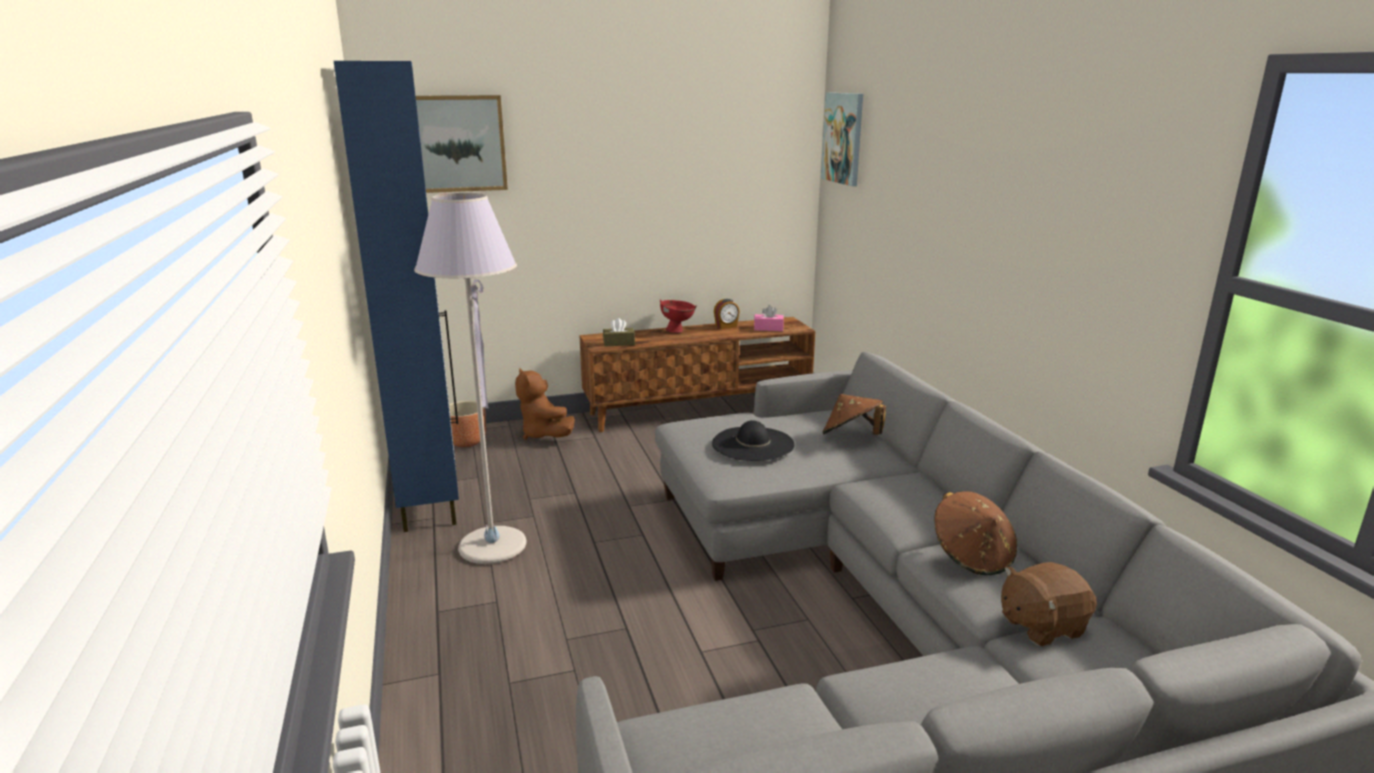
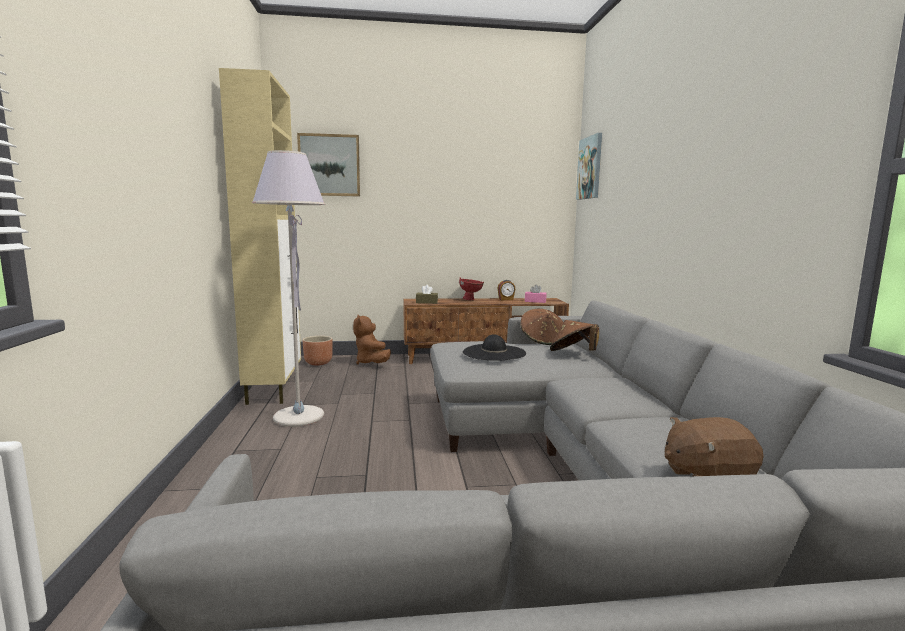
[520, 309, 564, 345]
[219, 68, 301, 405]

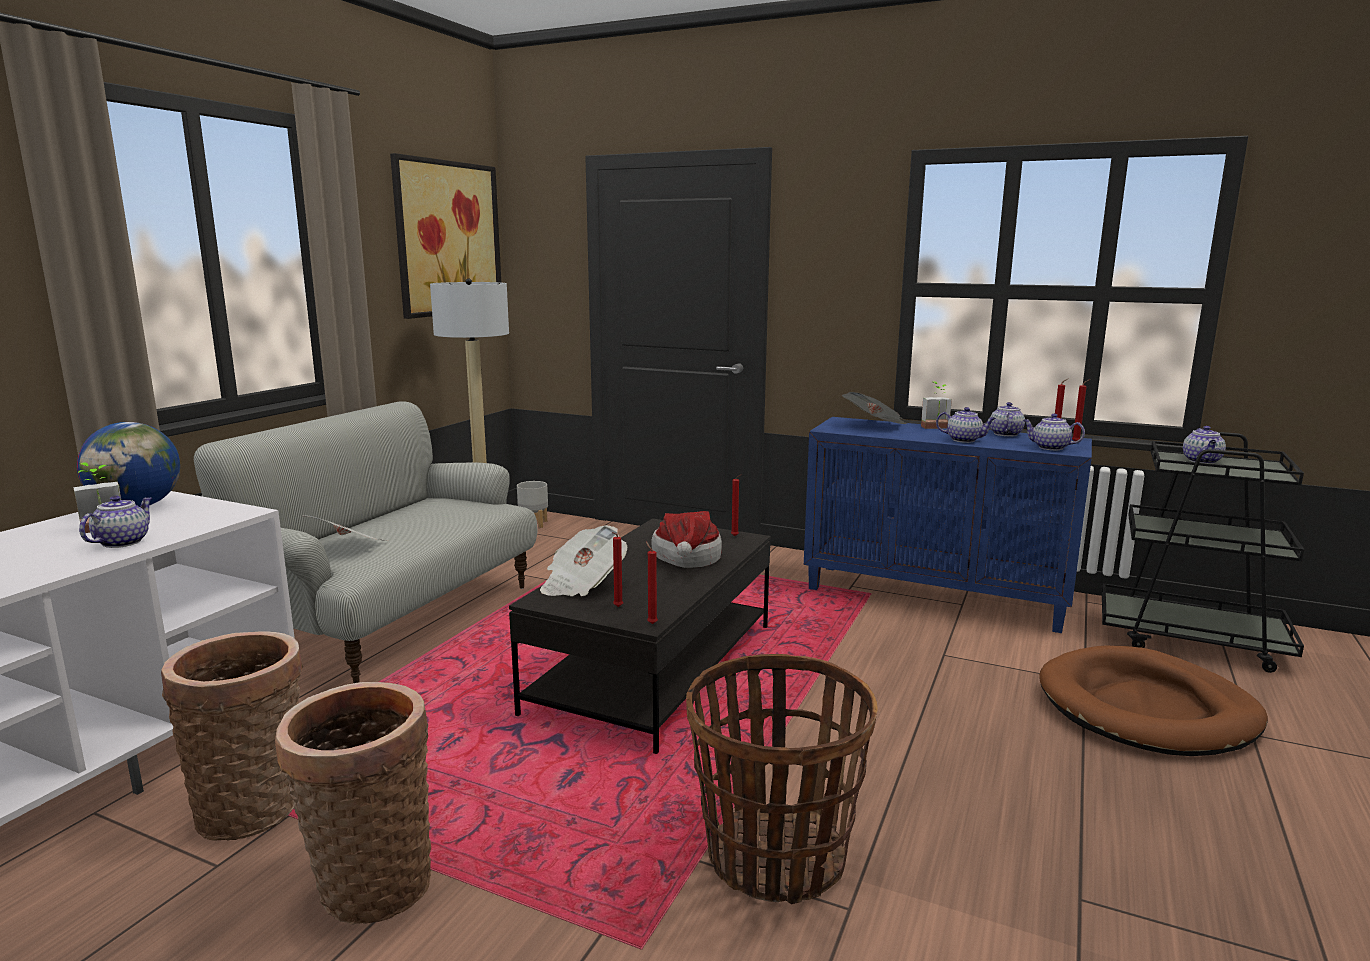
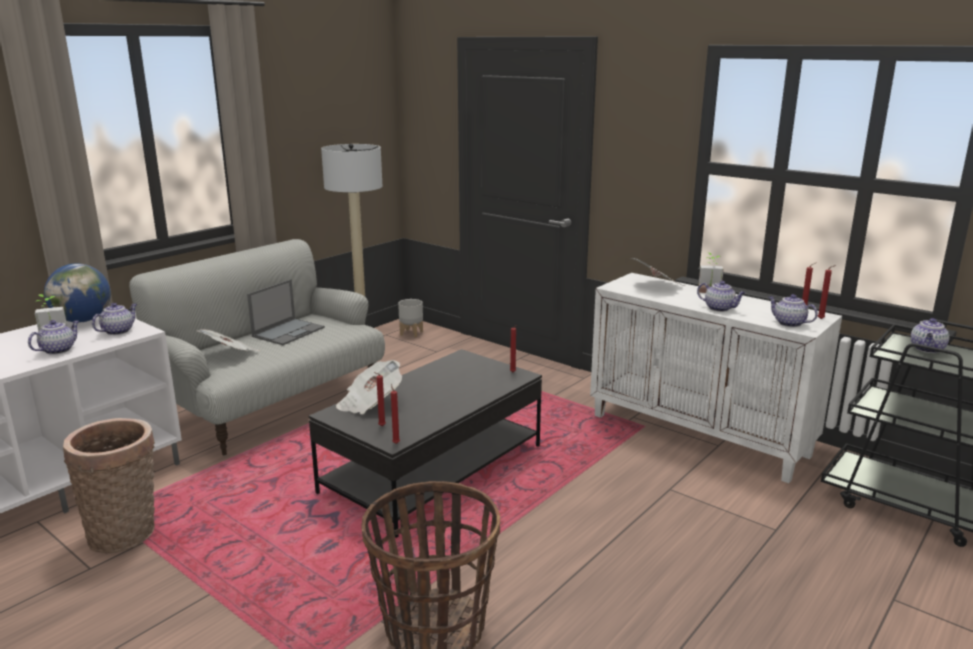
[275, 682, 431, 925] (first image)
[390, 153, 501, 319] (first image)
[652, 511, 722, 568] (first image)
[1039, 646, 1268, 756] (first image)
[247, 279, 325, 345]
[92, 303, 137, 335]
[590, 273, 842, 483]

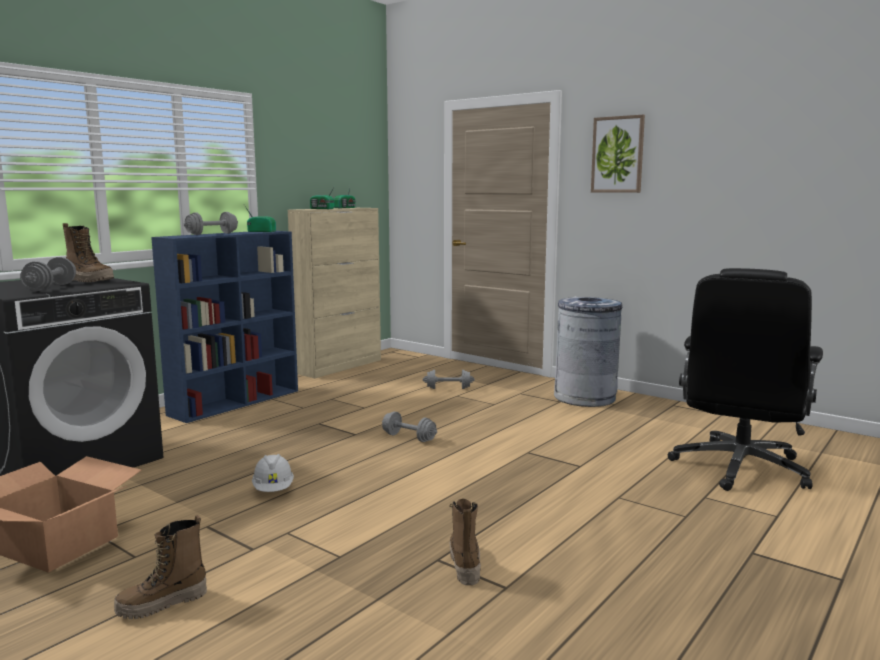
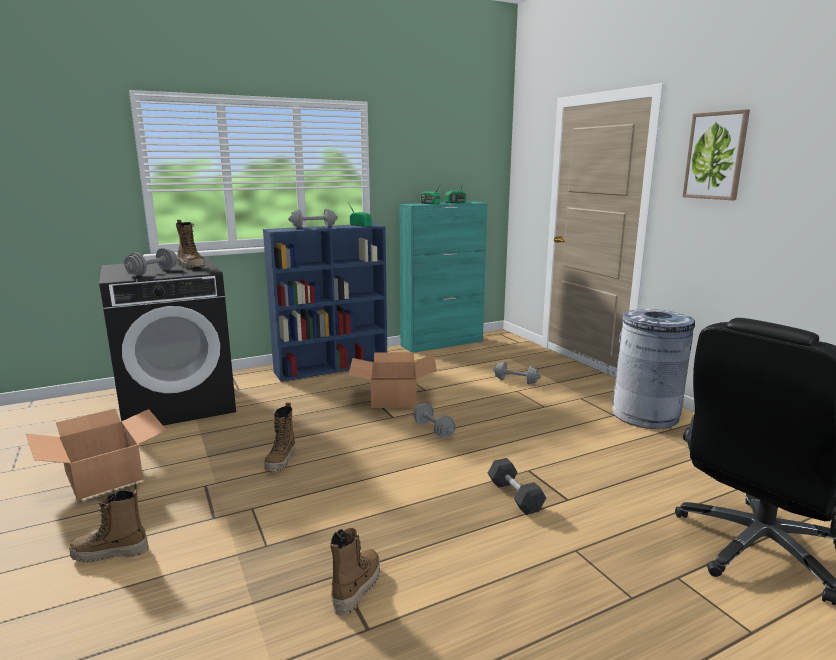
[348, 352, 437, 408]
[488, 458, 546, 515]
[264, 403, 295, 471]
[399, 202, 487, 352]

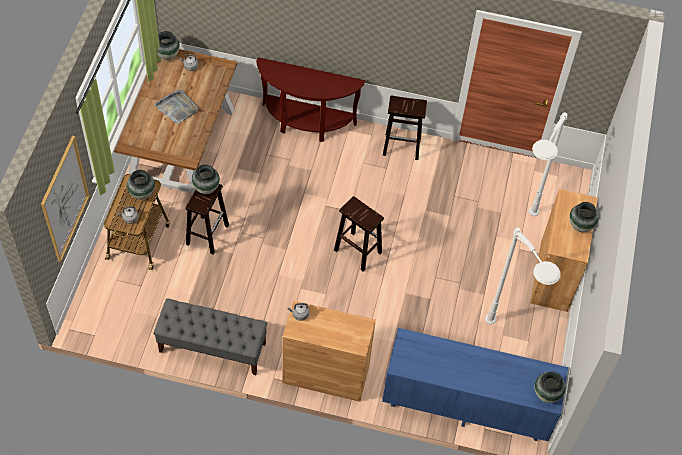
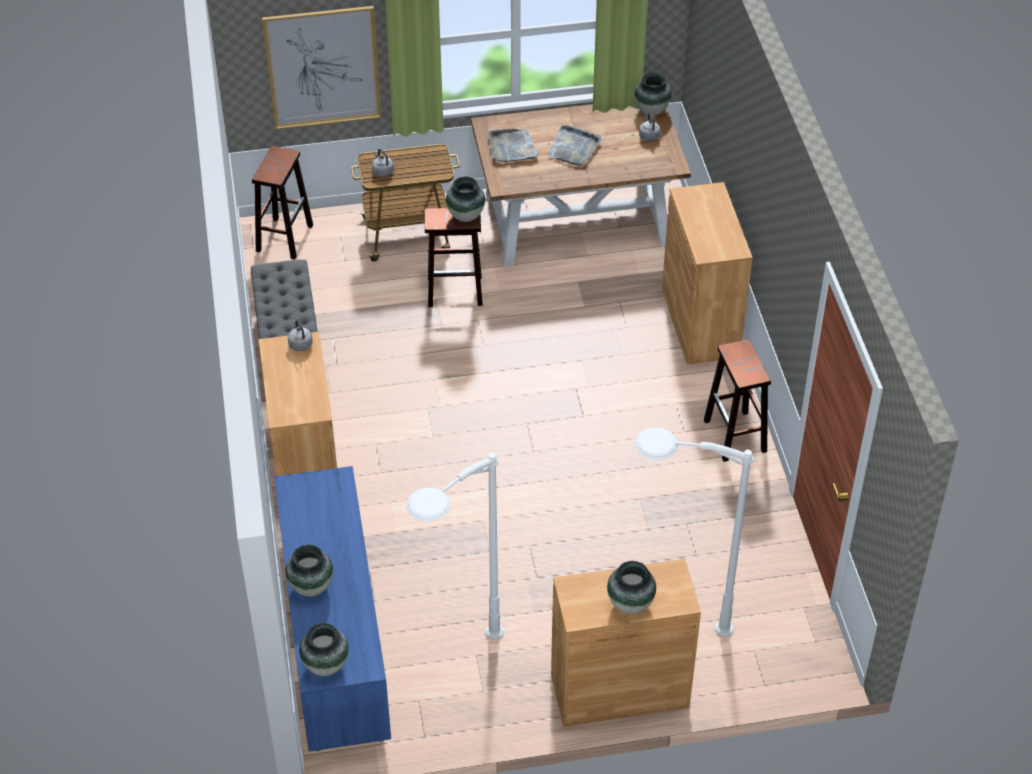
[488, 129, 539, 162]
[285, 545, 333, 596]
[252, 146, 313, 259]
[662, 182, 753, 365]

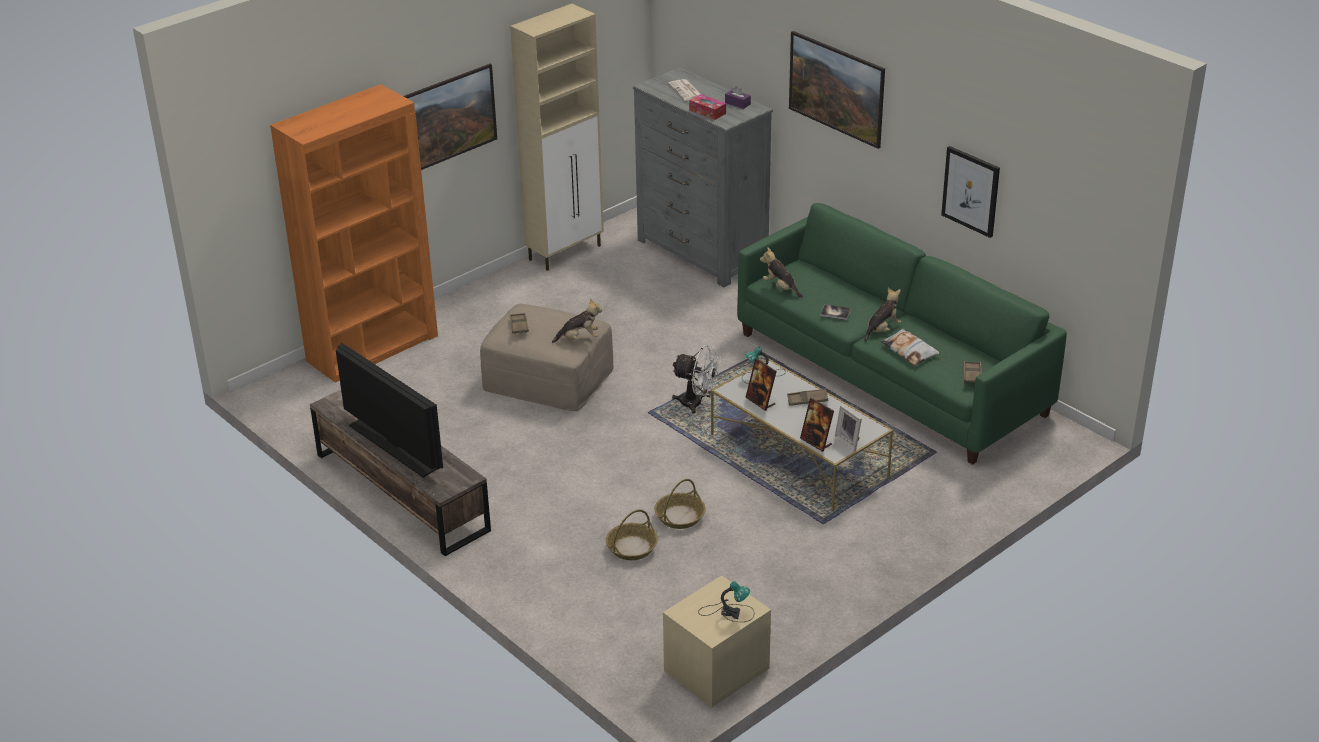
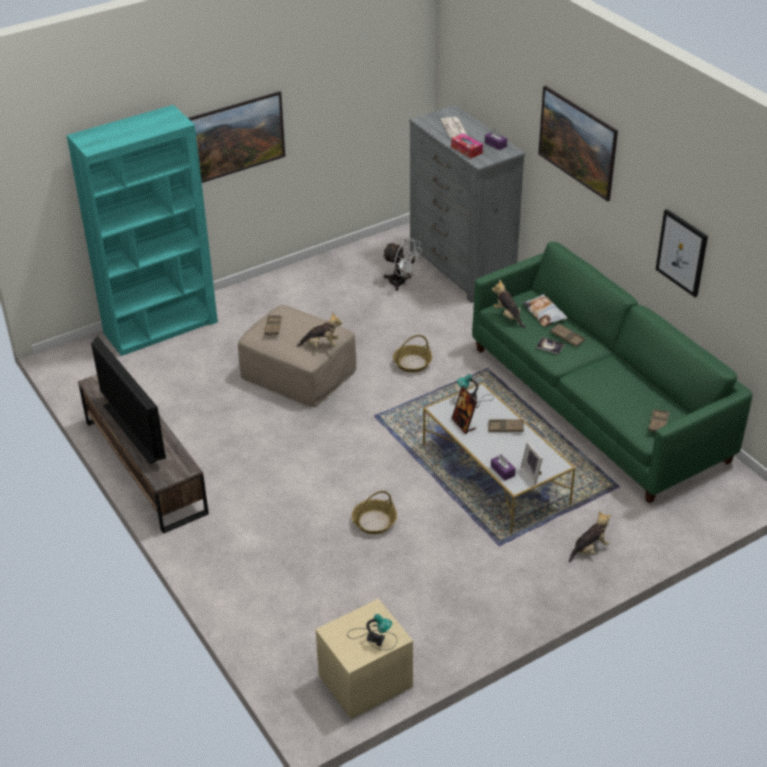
[510, 4, 604, 271] (first image)
[550, 323, 585, 347]
[393, 335, 432, 373]
[382, 238, 422, 291]
[569, 511, 611, 562]
[522, 294, 568, 327]
[491, 455, 516, 480]
[67, 105, 218, 356]

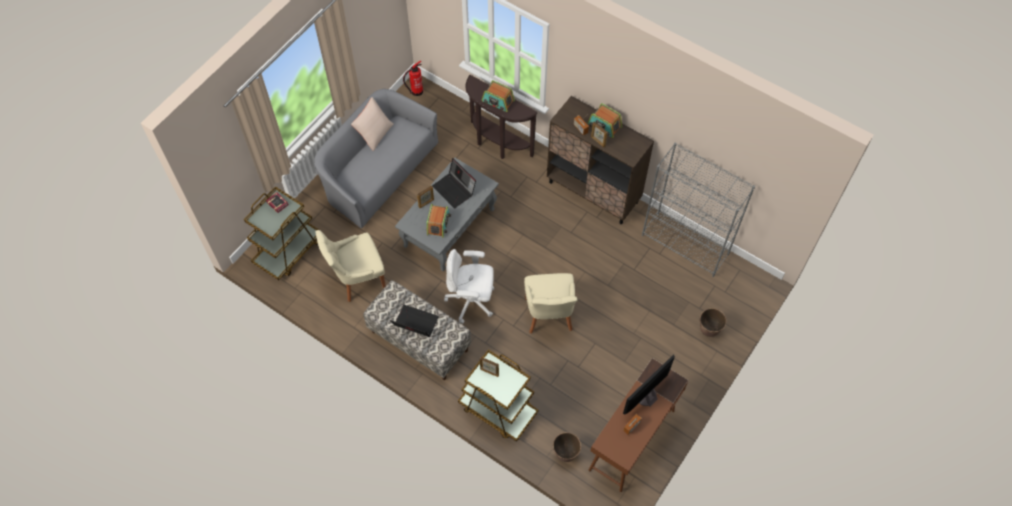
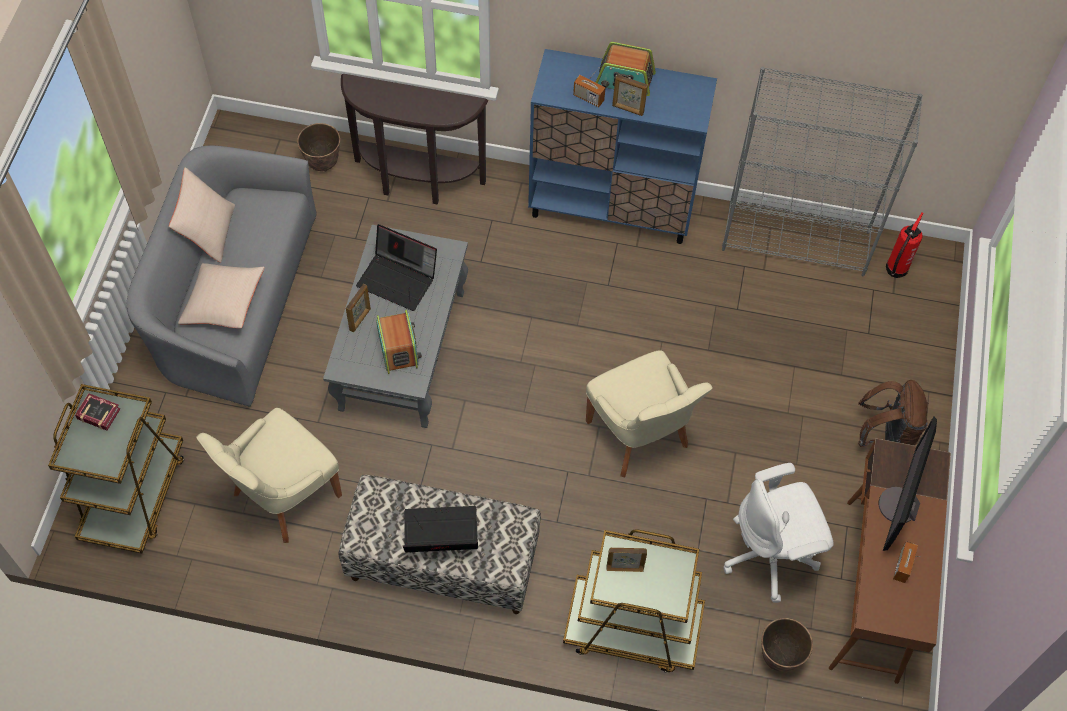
[482, 80, 515, 112] (first image)
[178, 263, 265, 328]
[858, 380, 928, 447]
[886, 212, 924, 278]
[724, 463, 834, 603]
[297, 123, 340, 172]
[528, 49, 717, 244]

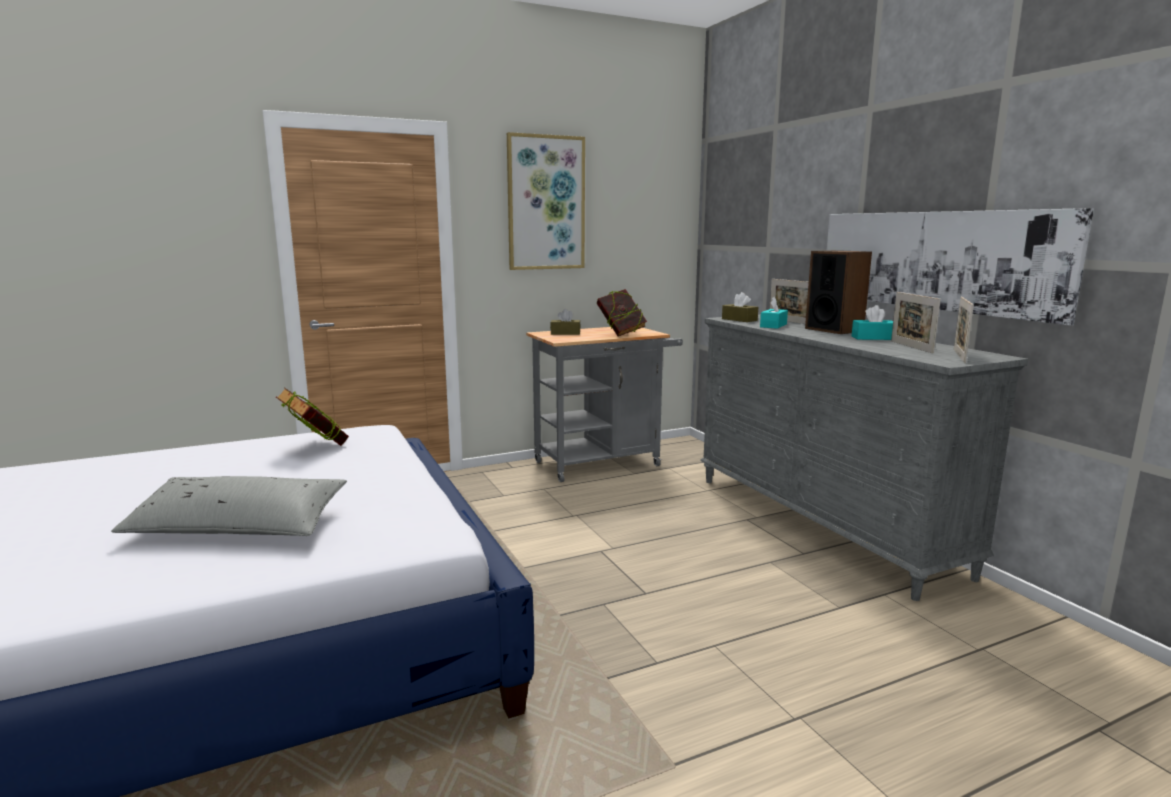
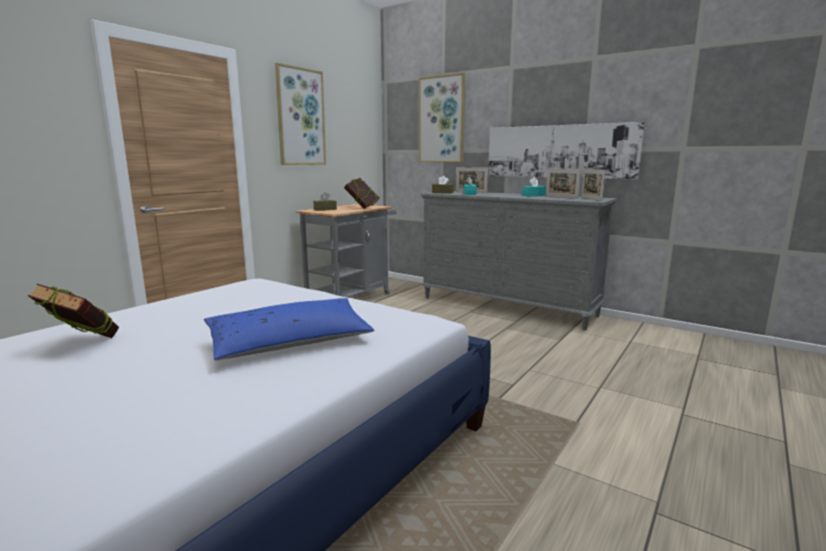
[805, 250, 872, 334] (first image)
[419, 72, 465, 162]
[27, 284, 119, 338]
[204, 298, 374, 360]

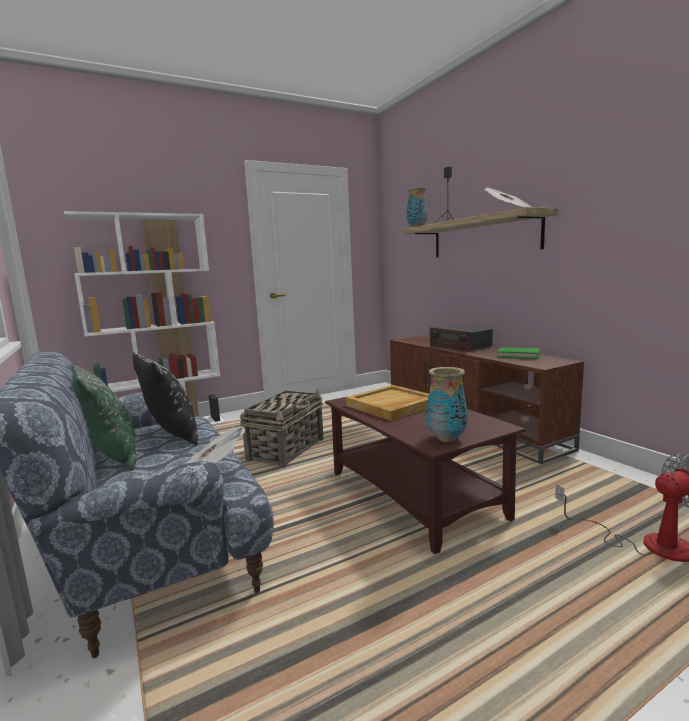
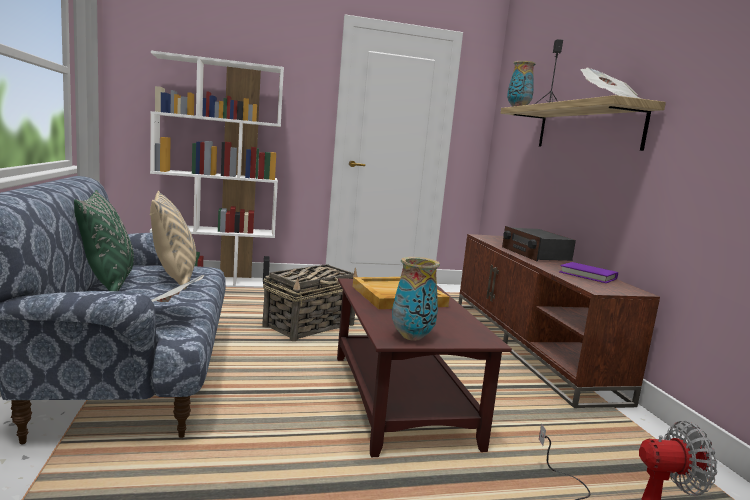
[150, 191, 196, 290]
[559, 262, 618, 283]

